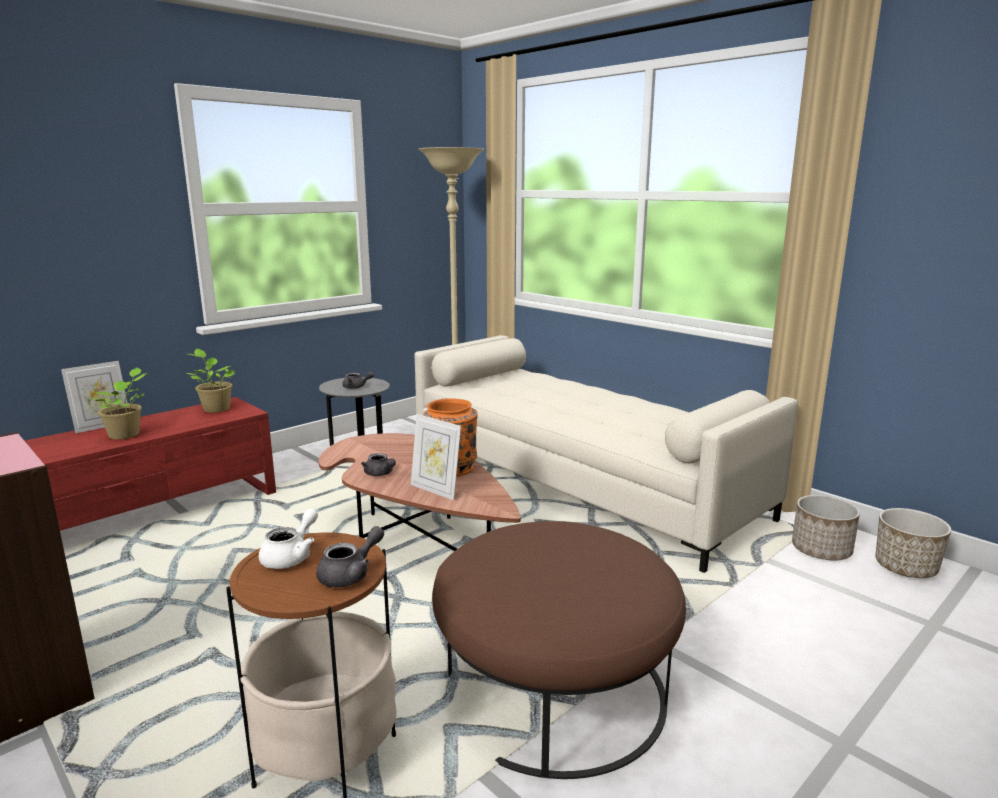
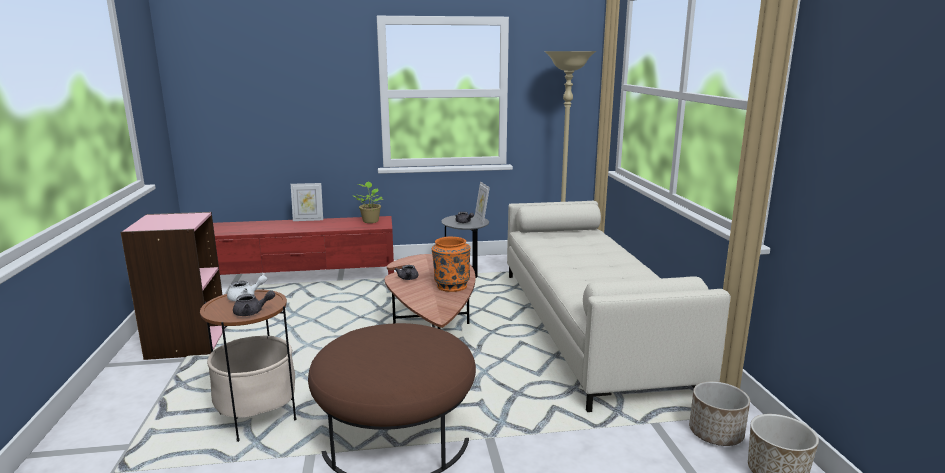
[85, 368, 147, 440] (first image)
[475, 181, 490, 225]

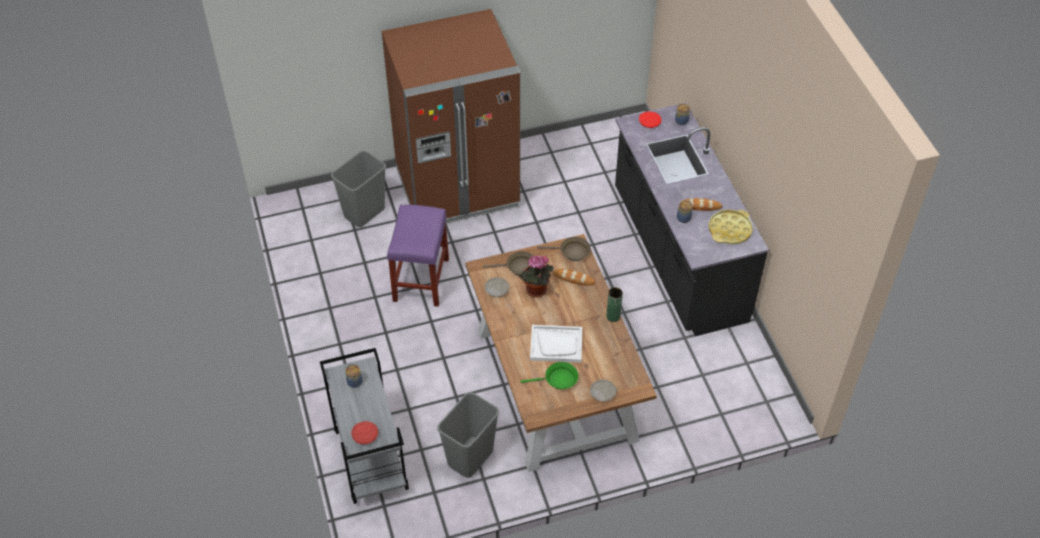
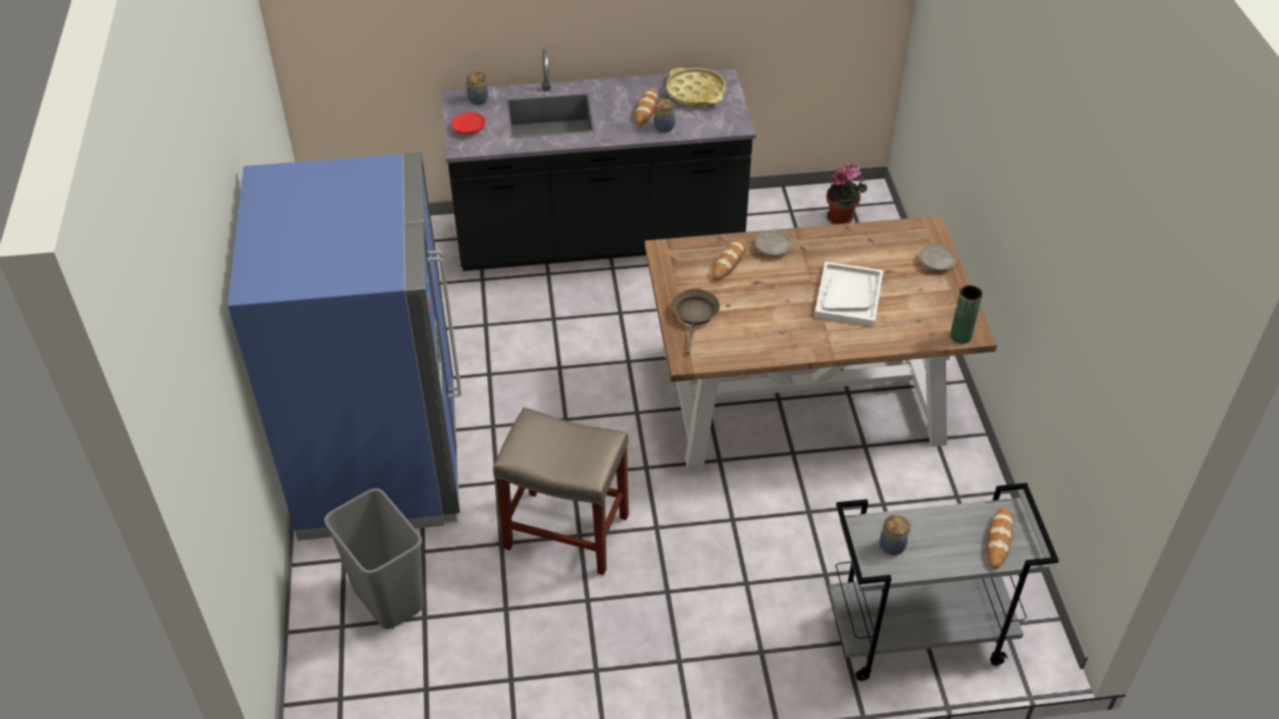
[437, 392, 499, 478] (first image)
[520, 362, 578, 389] (first image)
[537, 237, 591, 261] (first image)
[755, 230, 792, 256]
[826, 164, 867, 225]
[950, 285, 982, 344]
[986, 507, 1013, 569]
[228, 152, 461, 540]
[493, 407, 629, 575]

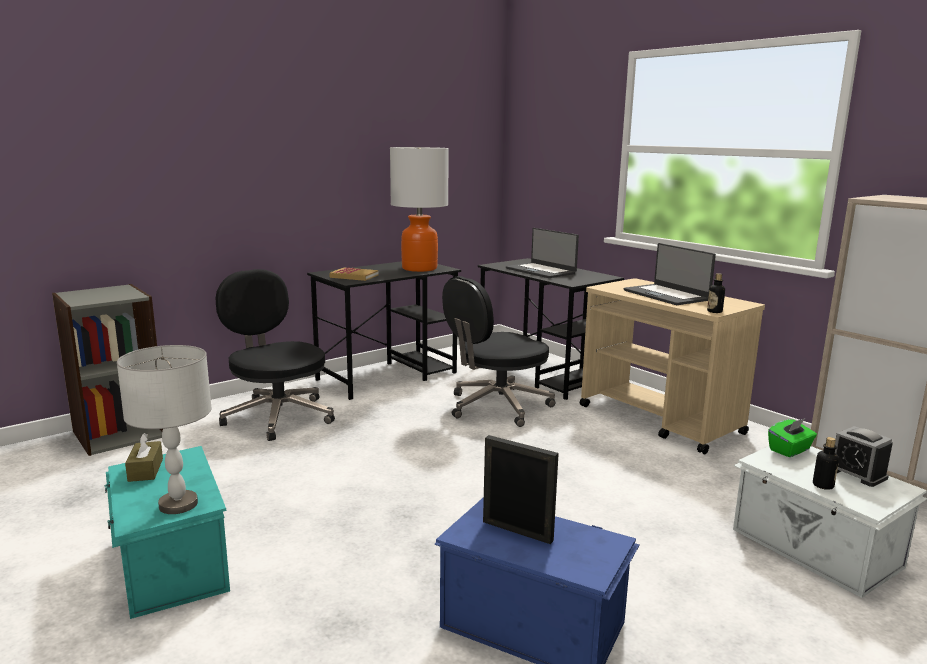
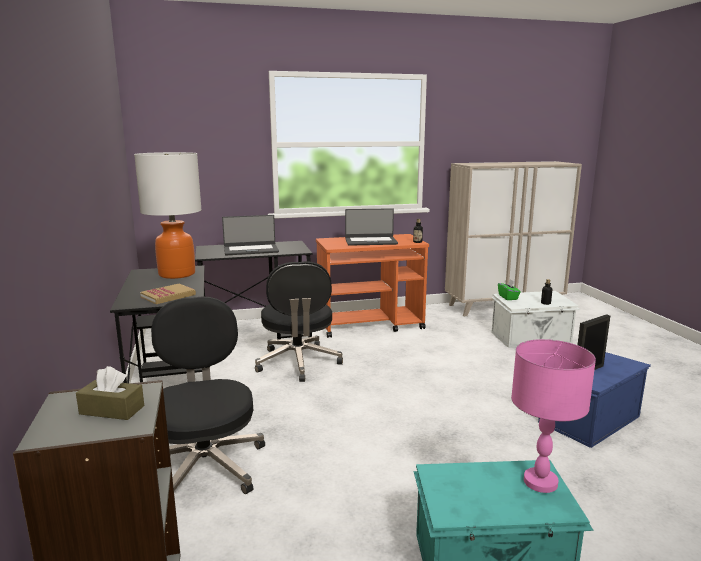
[835, 426, 893, 487] (first image)
[76, 366, 144, 420]
[511, 339, 596, 493]
[316, 234, 429, 338]
[151, 296, 265, 494]

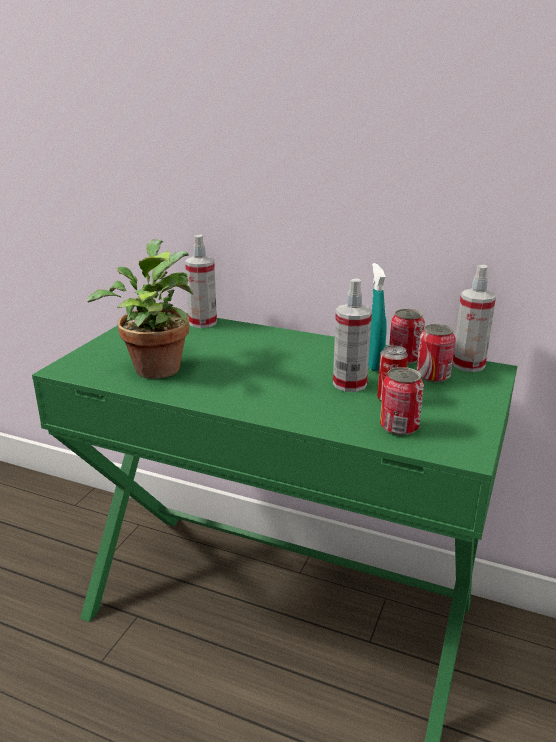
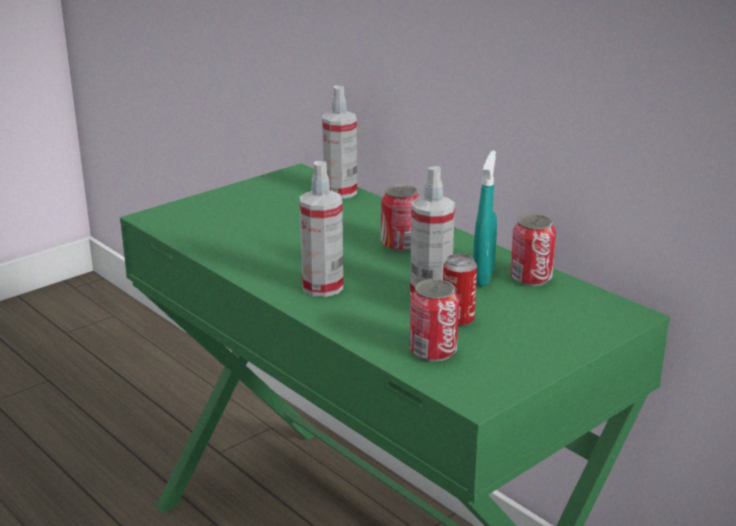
[87, 239, 193, 379] (first image)
[381, 185, 419, 252]
[300, 161, 343, 297]

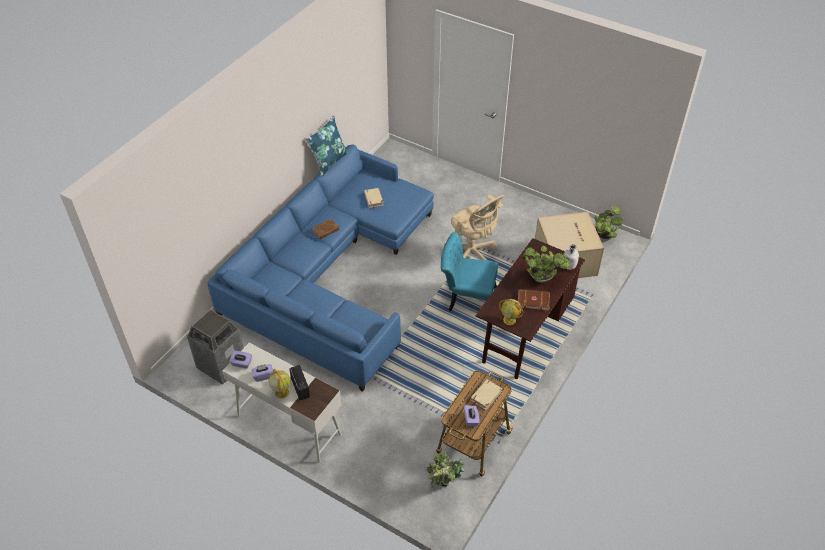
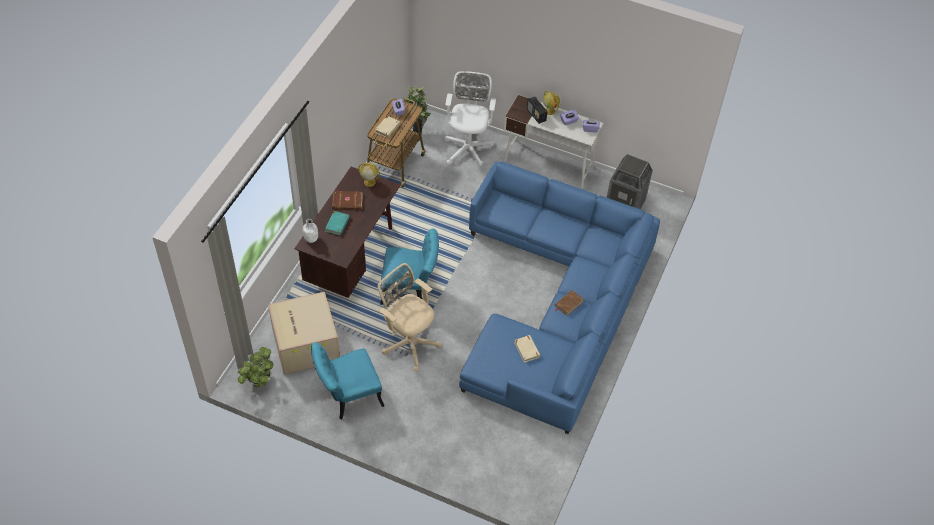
[306, 116, 348, 176] (first image)
[311, 342, 384, 420]
[445, 71, 496, 166]
[325, 211, 350, 235]

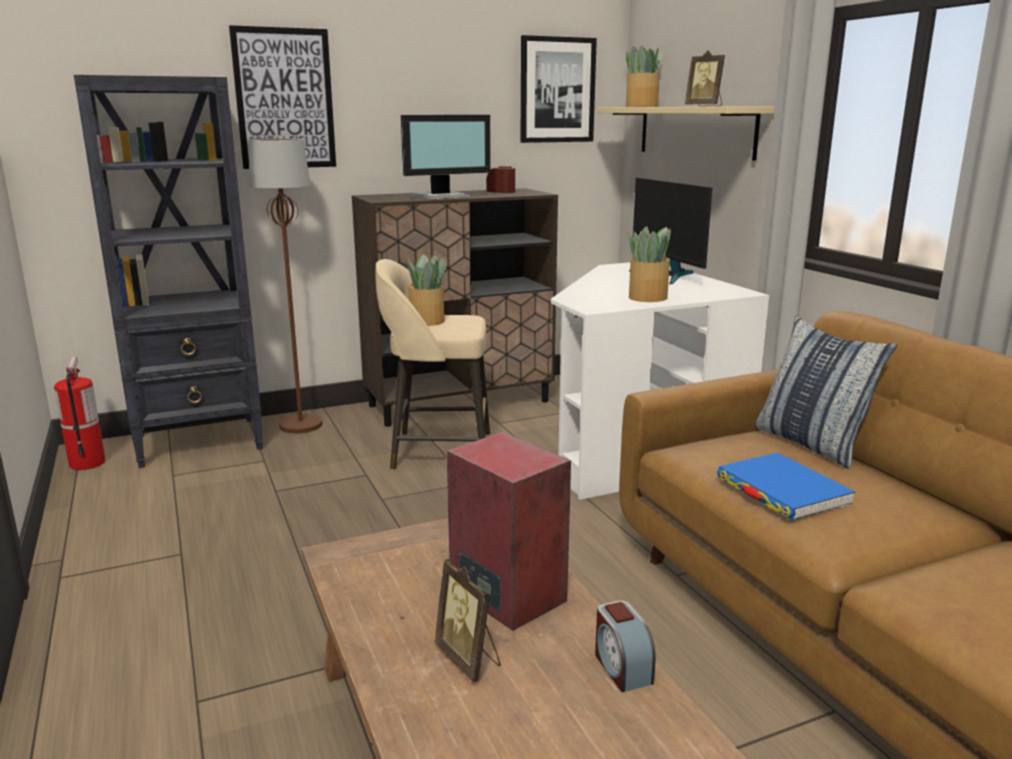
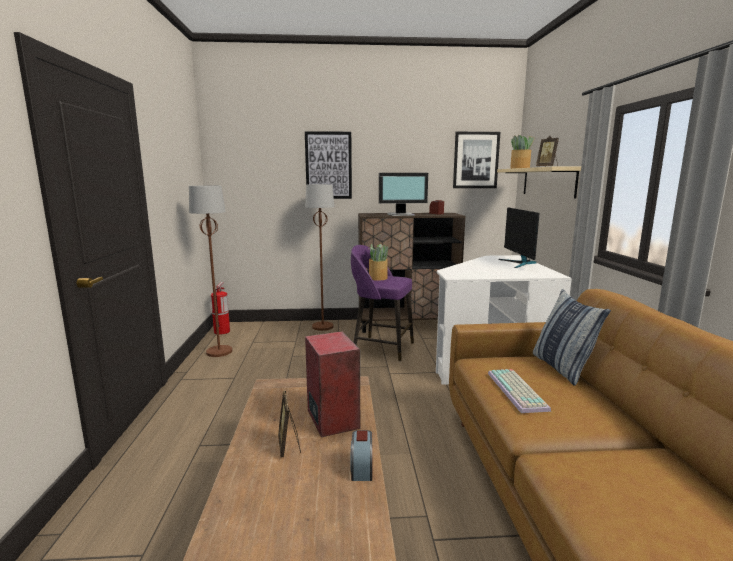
[74, 75, 263, 468] (first image)
[628, 226, 671, 302] (first image)
[189, 186, 232, 357]
[488, 369, 551, 413]
[351, 245, 414, 361]

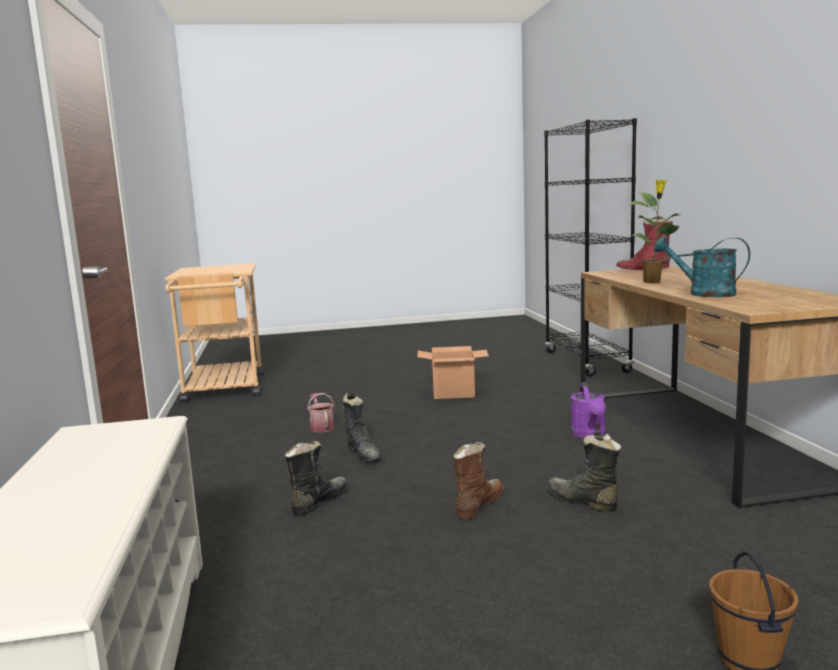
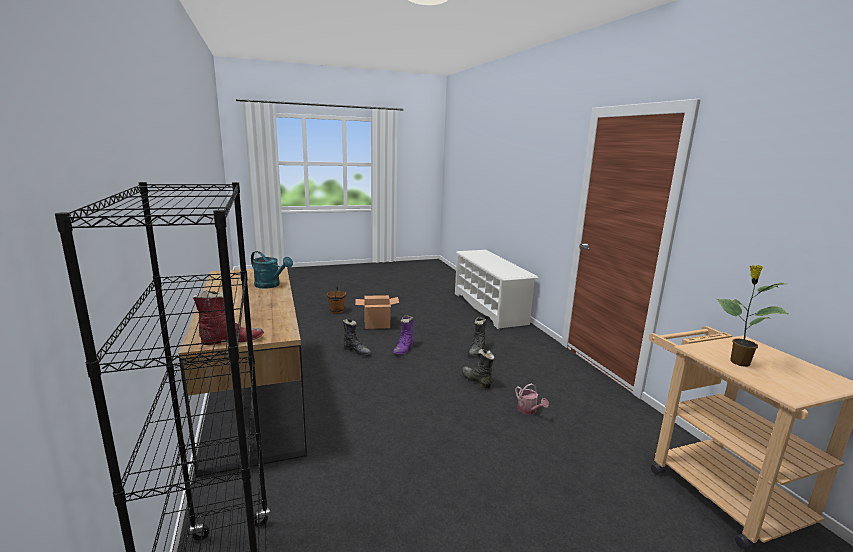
[571, 382, 606, 438] (first image)
[355, 295, 399, 329]
[717, 265, 789, 367]
[393, 315, 414, 354]

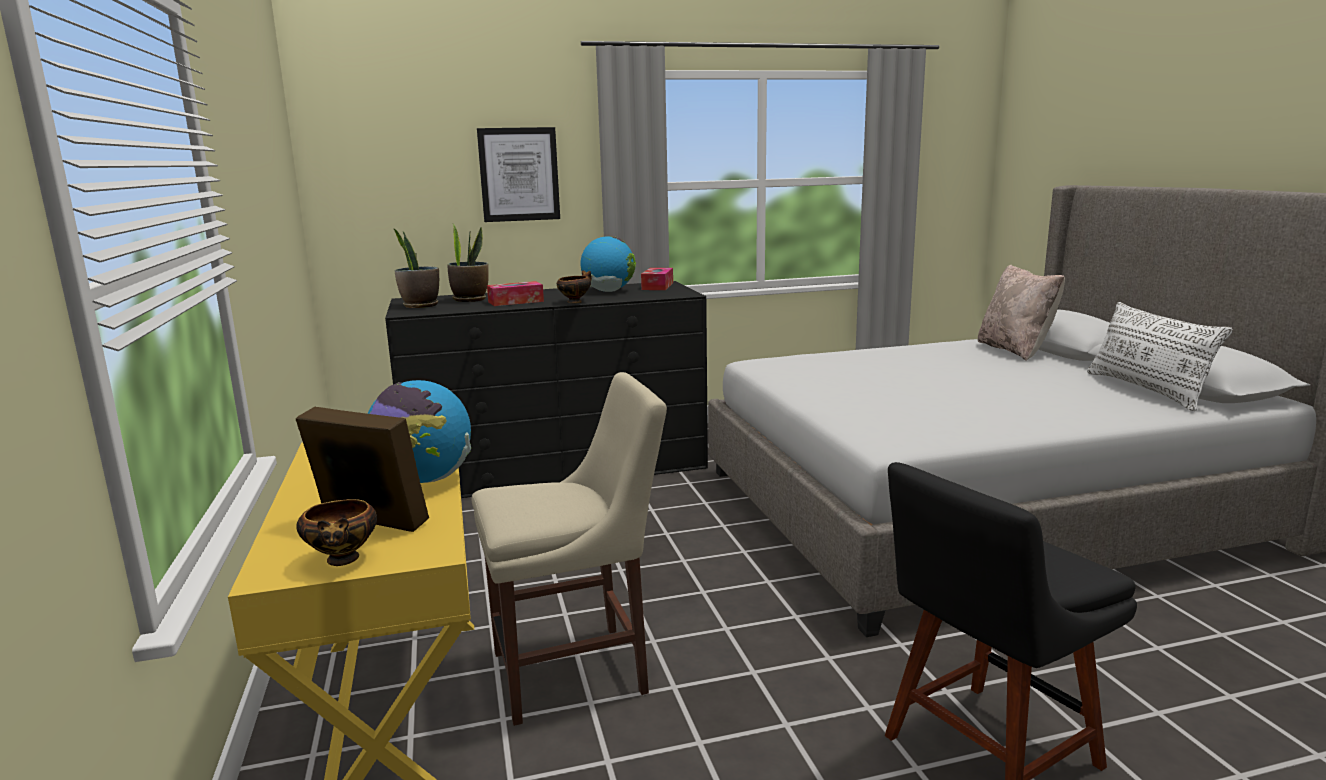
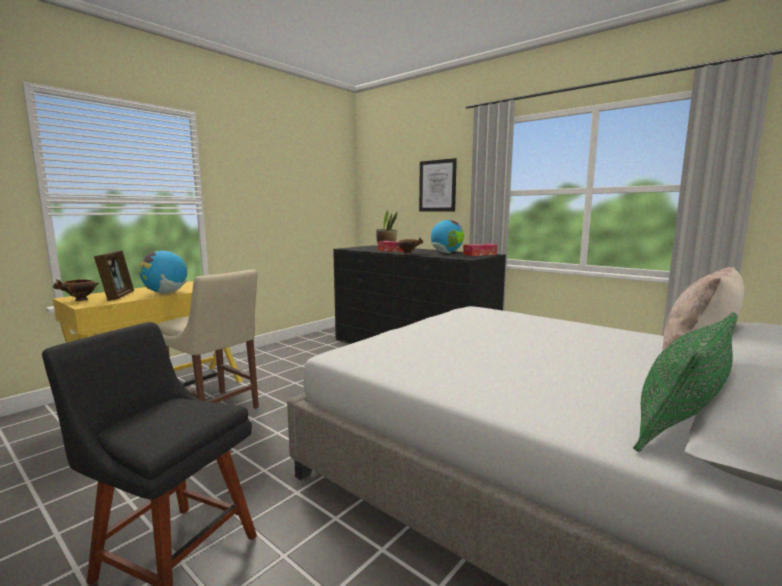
[393, 228, 439, 308] (first image)
[633, 312, 738, 452]

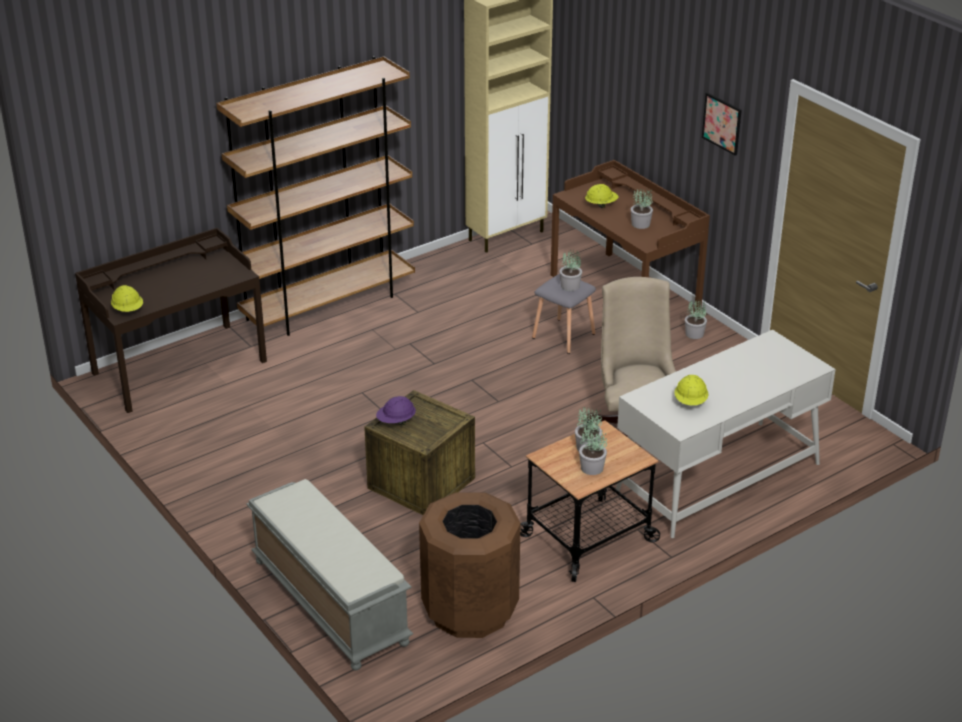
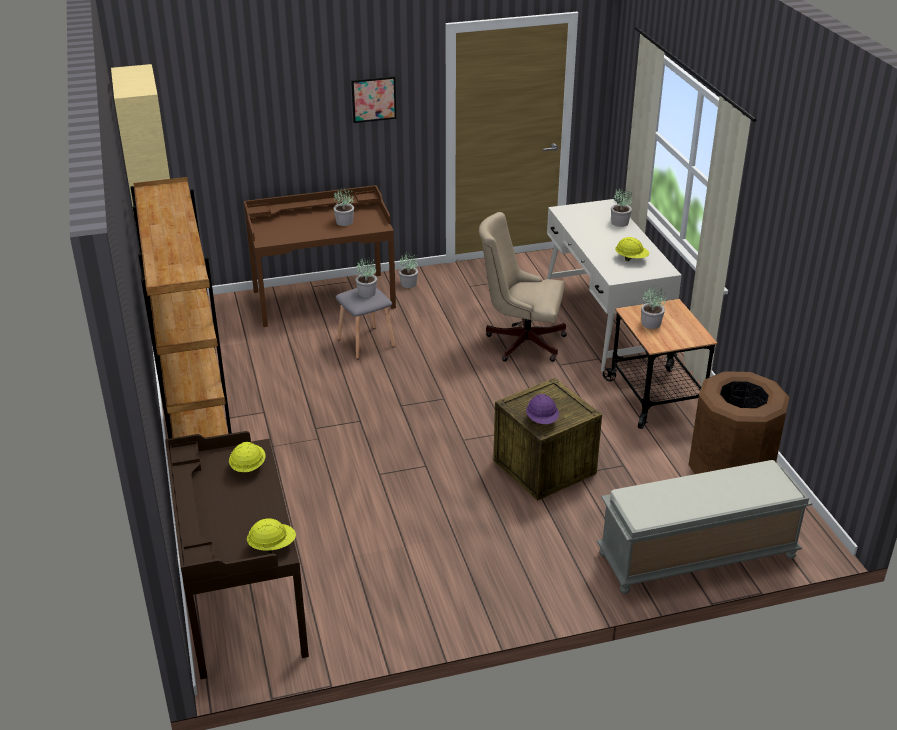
[611, 188, 632, 227]
[229, 442, 266, 472]

